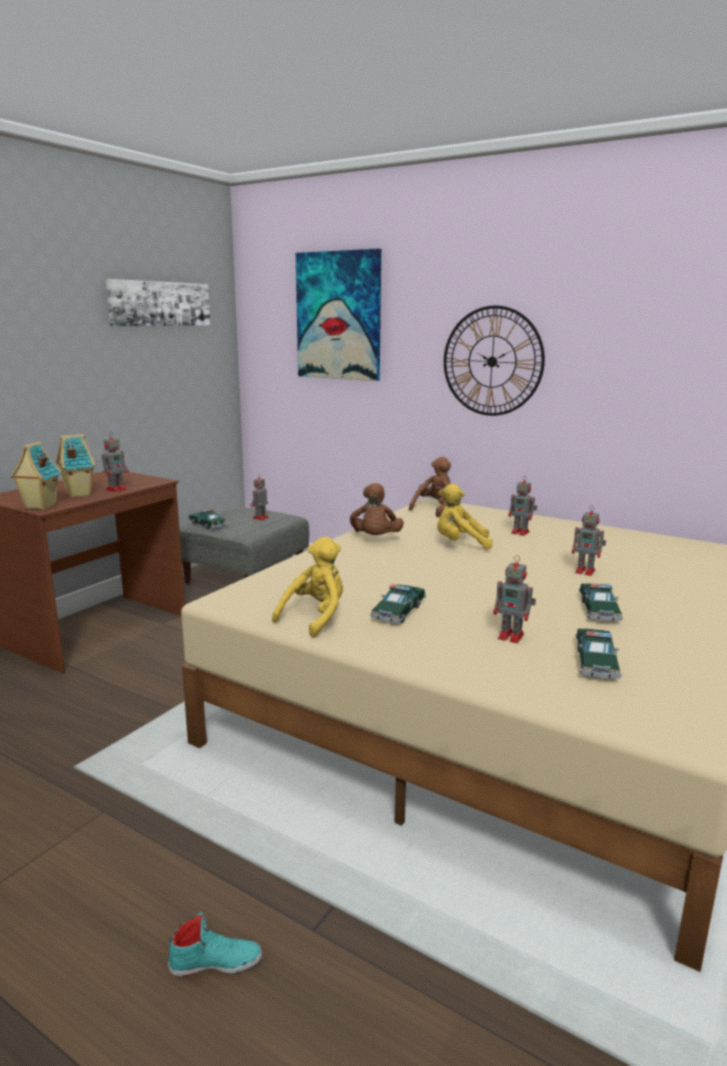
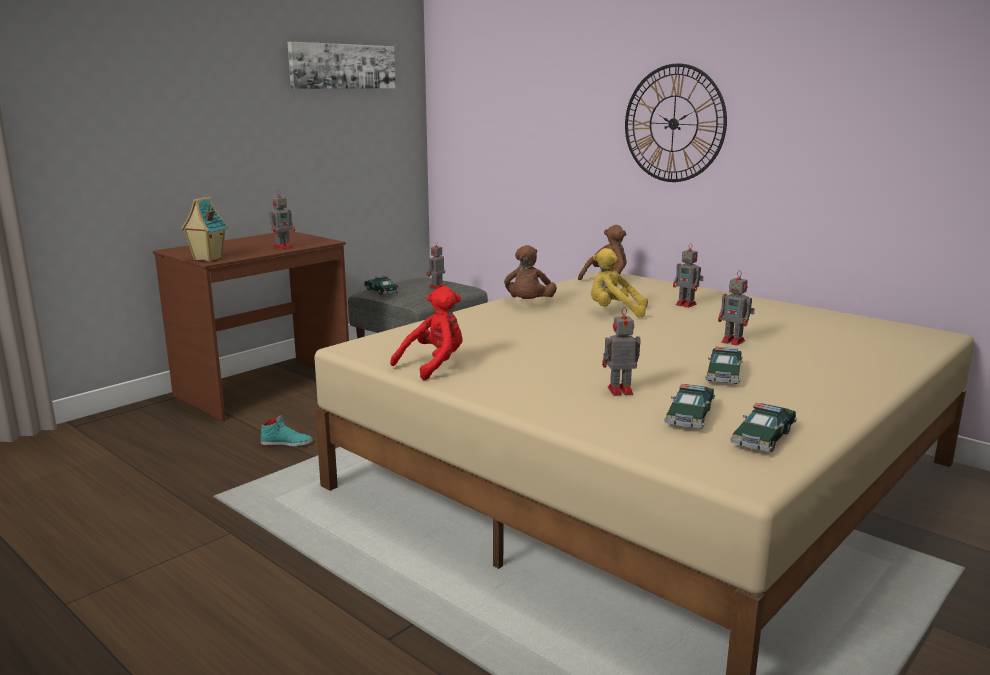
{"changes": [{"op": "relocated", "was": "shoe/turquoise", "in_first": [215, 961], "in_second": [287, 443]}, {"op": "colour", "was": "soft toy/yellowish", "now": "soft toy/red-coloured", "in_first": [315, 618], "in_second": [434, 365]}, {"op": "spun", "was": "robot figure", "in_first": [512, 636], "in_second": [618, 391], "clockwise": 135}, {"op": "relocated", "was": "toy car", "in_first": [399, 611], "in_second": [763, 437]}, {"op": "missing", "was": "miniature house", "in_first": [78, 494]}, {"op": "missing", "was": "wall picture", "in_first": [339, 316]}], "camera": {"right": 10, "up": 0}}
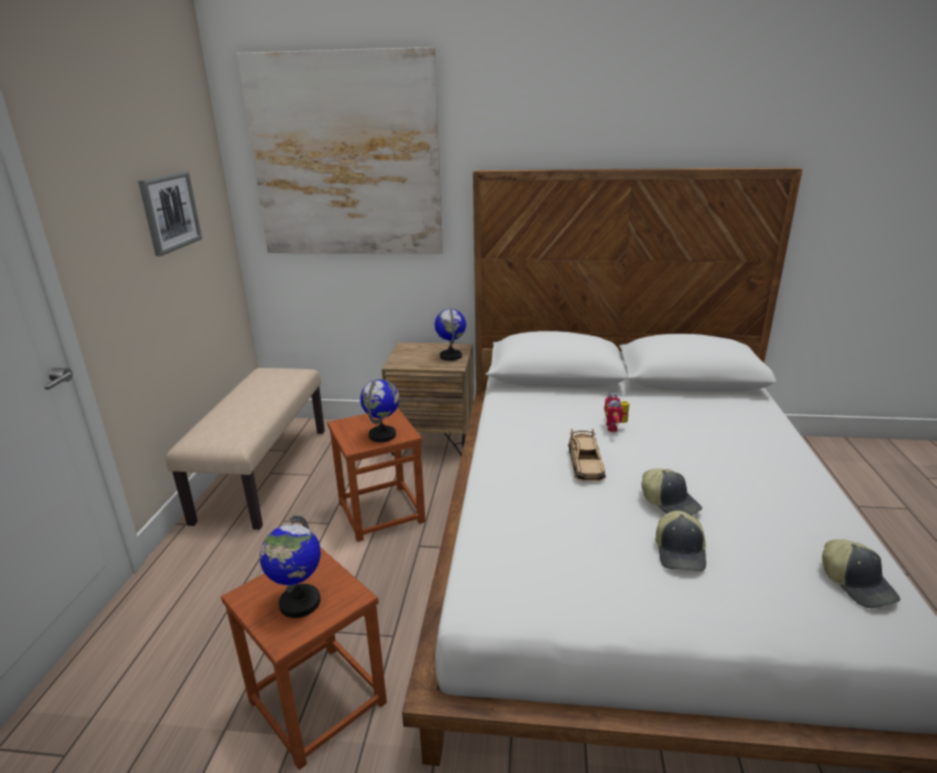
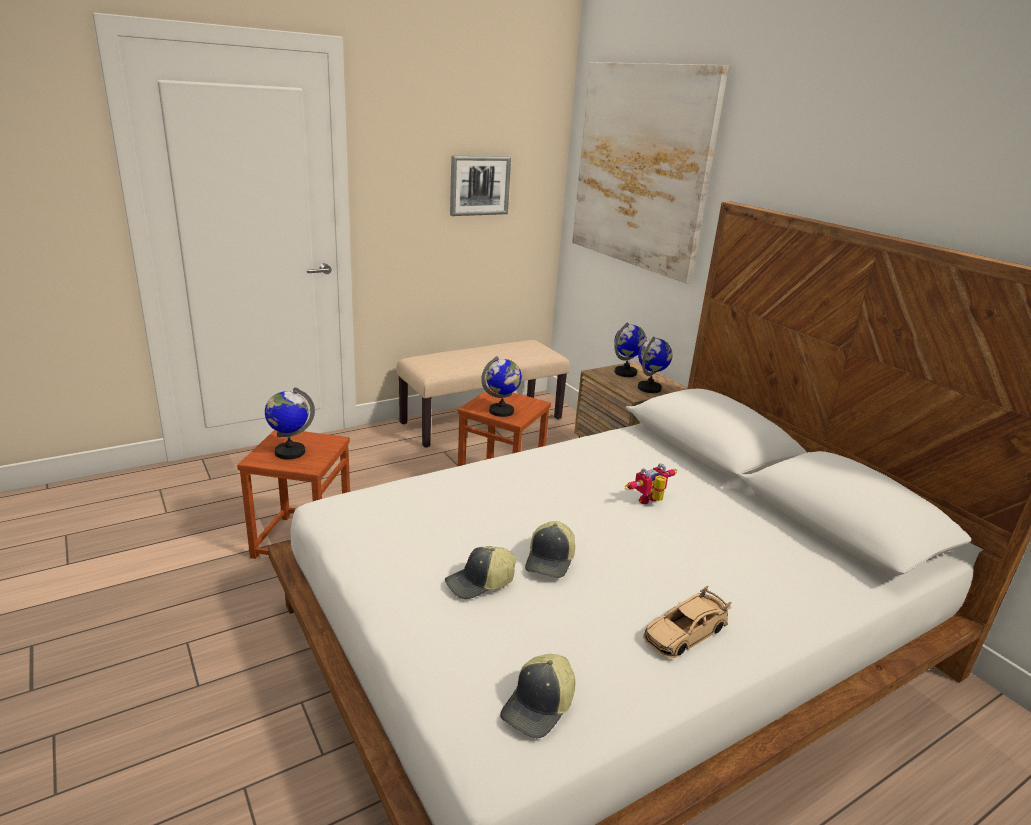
{"changes": [{"op": "appeared", "now": "desk globe", "in_second": [625, 373]}, {"op": "relocated", "was": "toy car/sand-coloured", "in_first": [585, 463], "in_second": [685, 632]}], "camera": {"right": 50, "up": 0}}
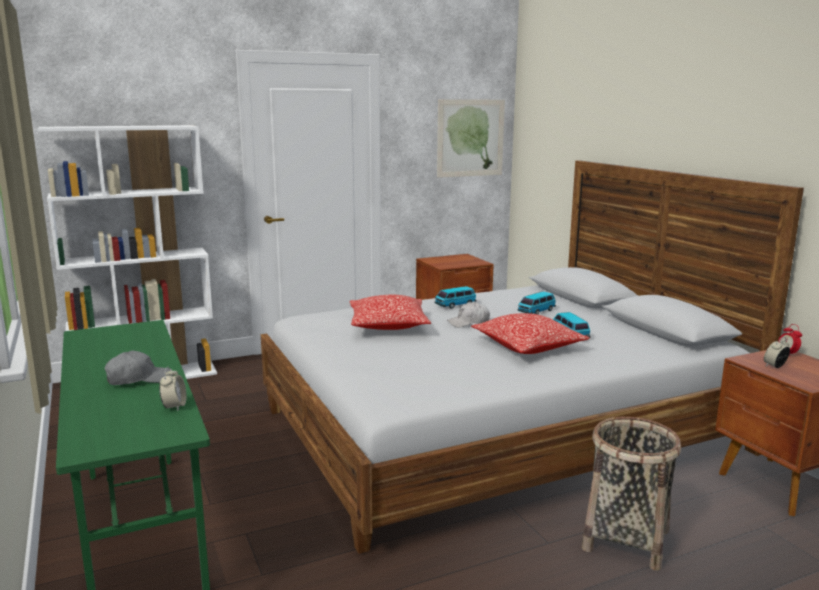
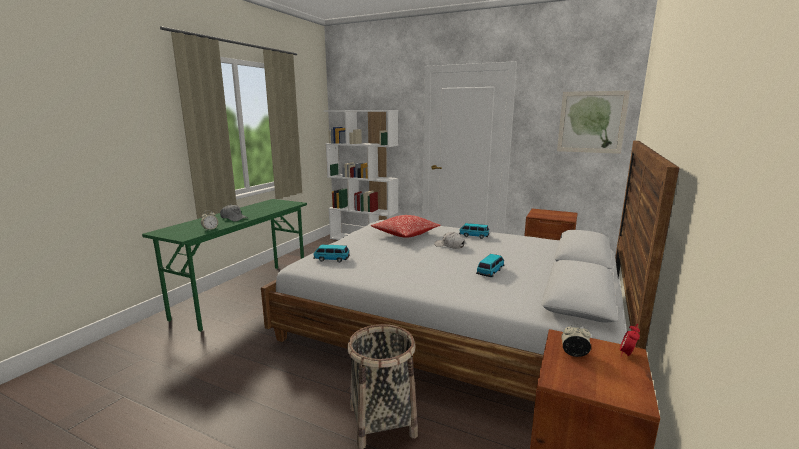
{"changes": [{"op": "relocated", "was": "toy car", "in_first": [536, 311], "in_second": [331, 259]}, {"op": "missing", "was": "cushion", "in_first": [528, 346]}], "camera": {"right": 50, "up": 0}}
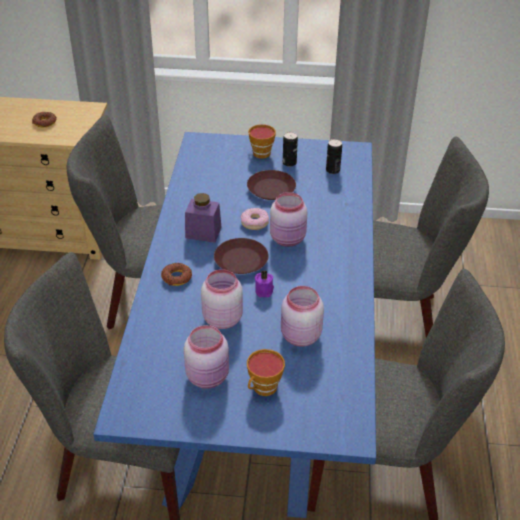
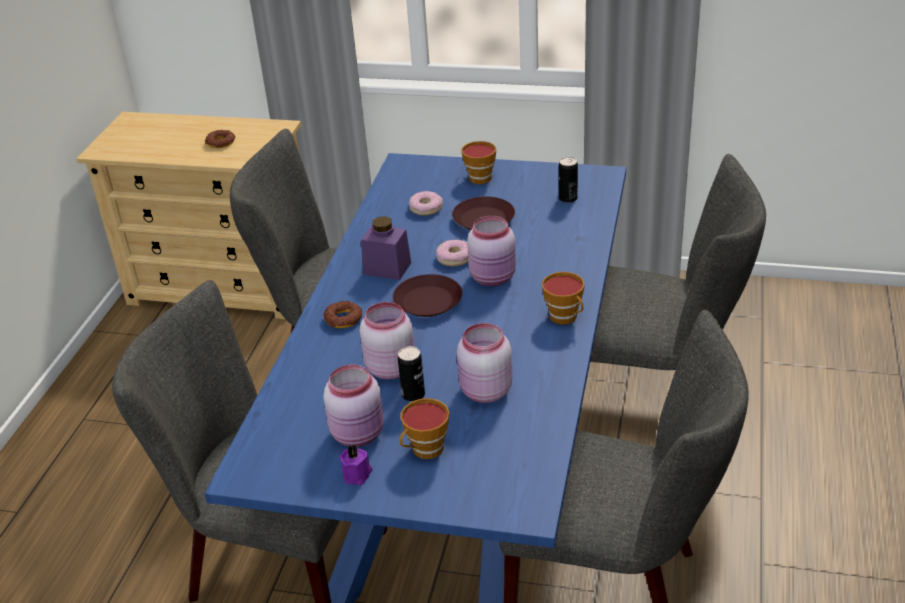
{"changes": [{"op": "relocated", "was": "candle/purple", "in_first": [265, 290], "in_second": [358, 474]}, {"op": "relocated", "was": "metal can", "in_first": [289, 163], "in_second": [413, 395]}, {"op": "appeared", "now": "ring doughnut", "in_second": [426, 208]}, {"op": "appeared", "now": "small cup", "in_second": [566, 317]}], "camera": {"right": 10, "up": -5}}
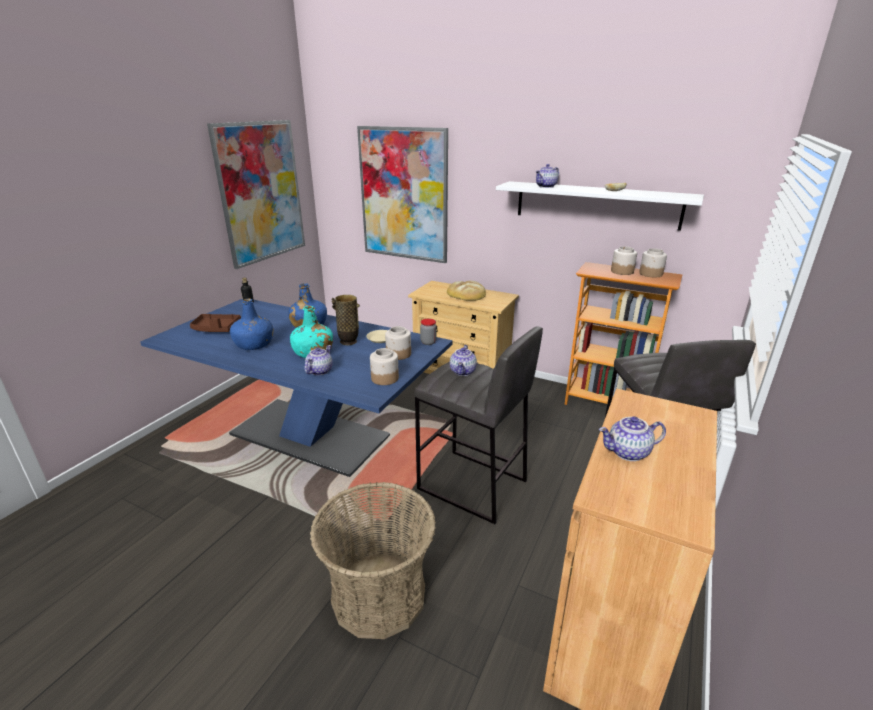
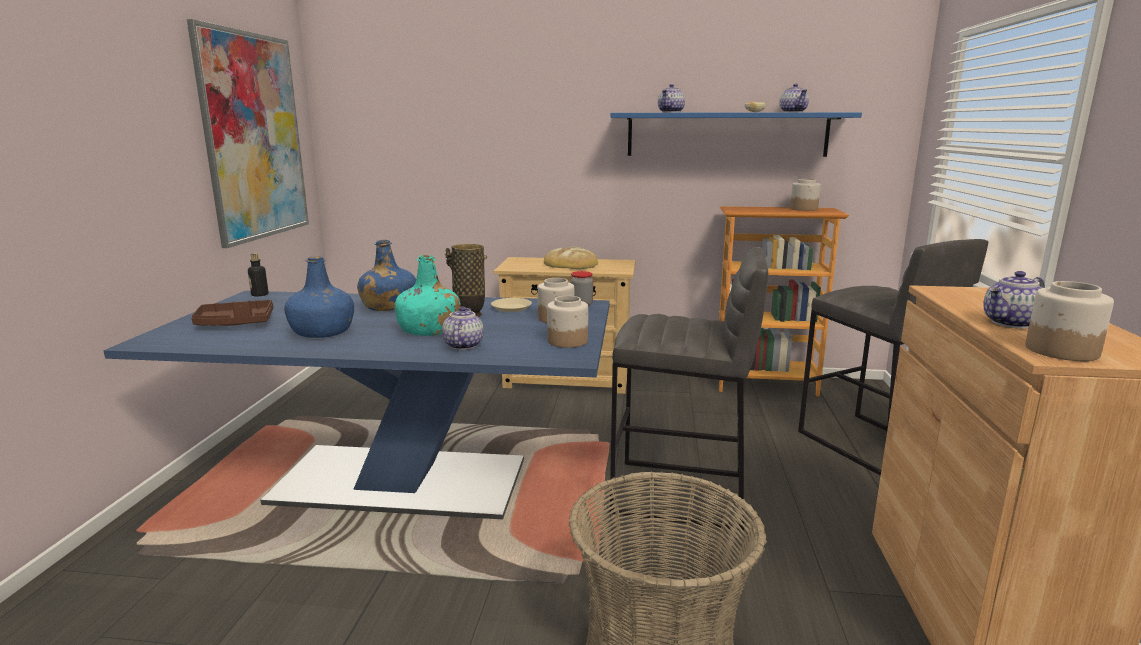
{"changes": [{"op": "colour", "was": "shelf/whitish", "now": "shelf/blue-coloured", "in_first": [596, 205], "in_second": [726, 134]}, {"op": "relocated", "was": "tea pot", "in_first": [463, 372], "in_second": [793, 112]}, {"op": "relocated", "was": "storage jar", "in_first": [622, 271], "in_second": [1060, 350]}, {"op": "missing", "was": "wall picture", "in_first": [403, 195]}], "camera": {"right": -20, "up": -10}}
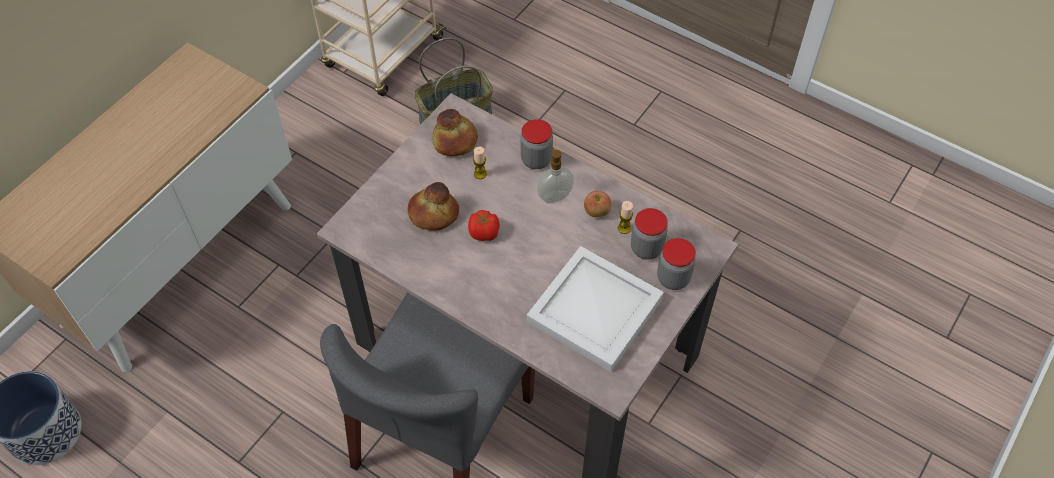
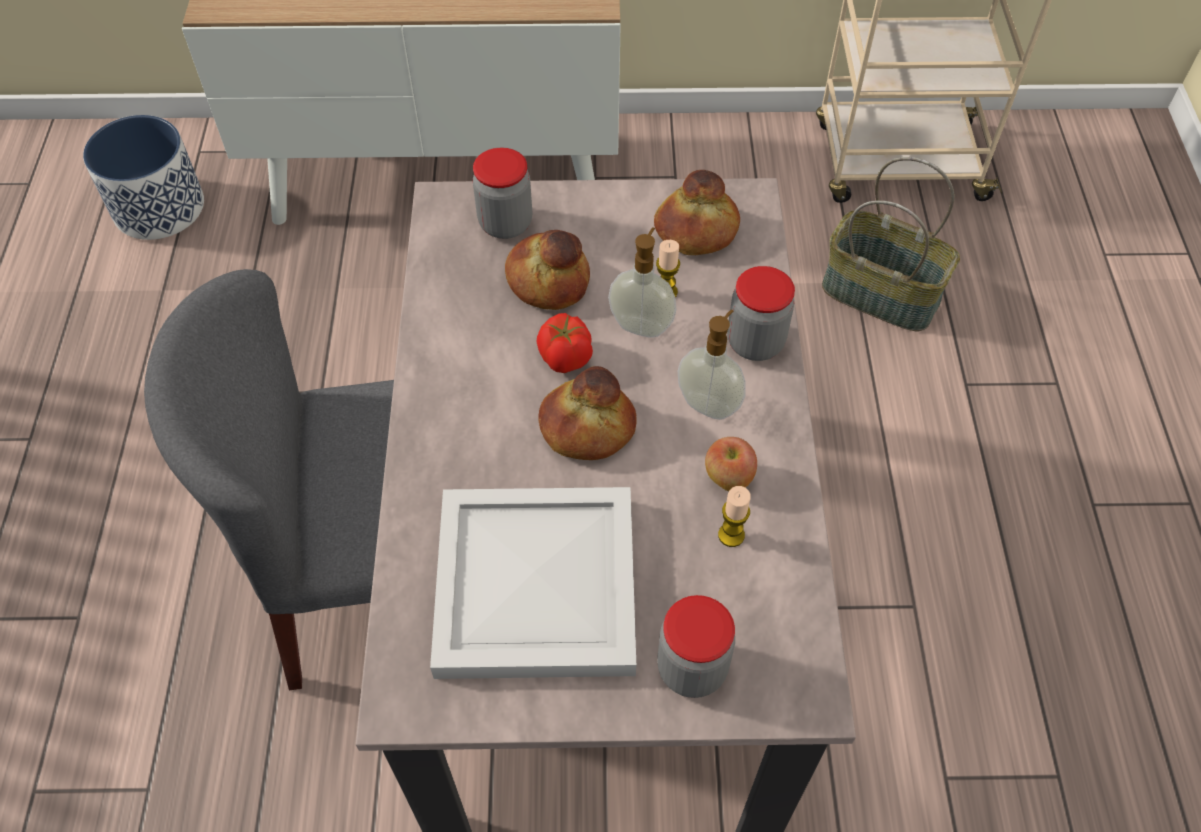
{"changes": [{"op": "relocated", "was": "storage jar", "in_first": [646, 248], "in_second": [505, 223]}, {"op": "appeared", "now": "baked bread", "in_second": [586, 427]}, {"op": "appeared", "now": "liquid soap bottle", "in_second": [641, 325]}], "camera": {"right": 55, "up": 0}}
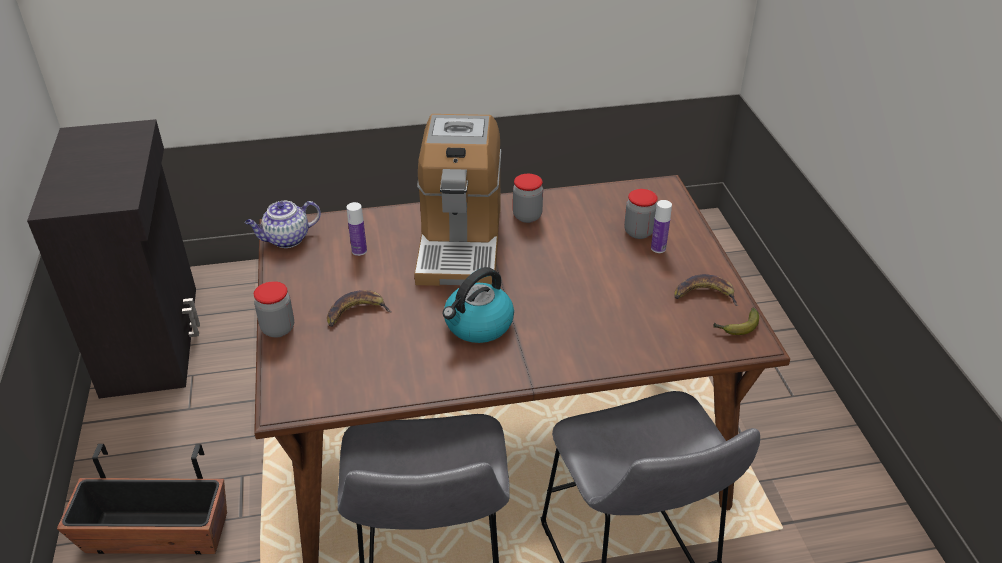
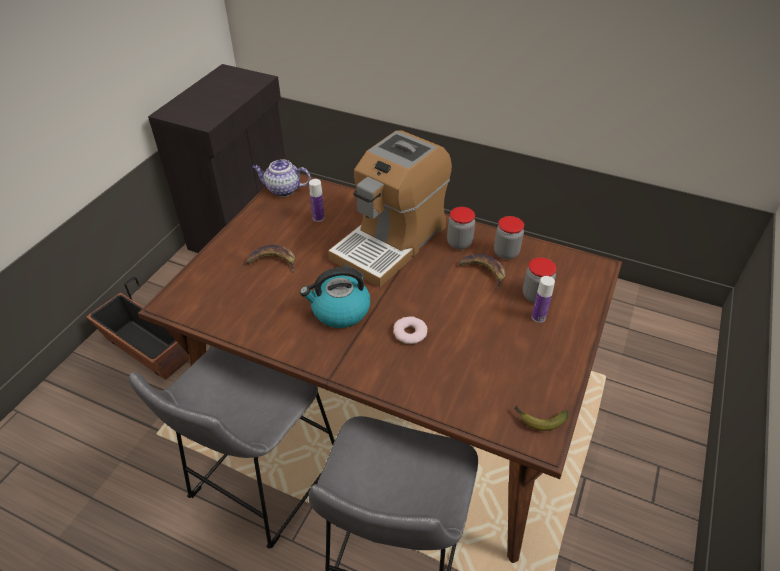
{"changes": [{"op": "appeared", "now": "ring doughnut", "in_second": [409, 333]}, {"op": "relocated", "was": "whole banana", "in_first": [704, 294], "in_second": [483, 271]}, {"op": "relocated", "was": "storage jar", "in_first": [278, 328], "in_second": [506, 253]}], "camera": {"right": 35, "up": 5}}
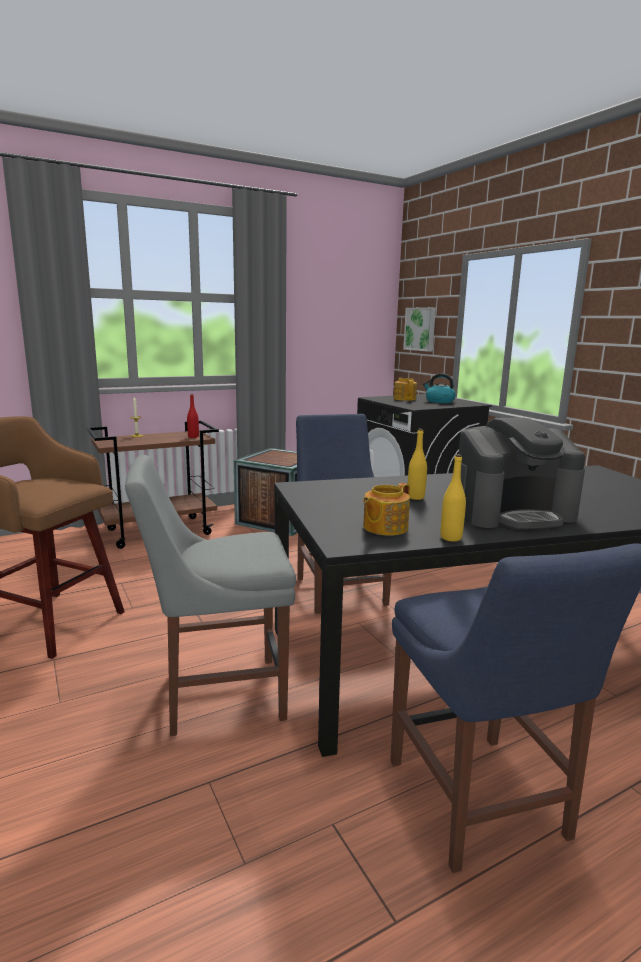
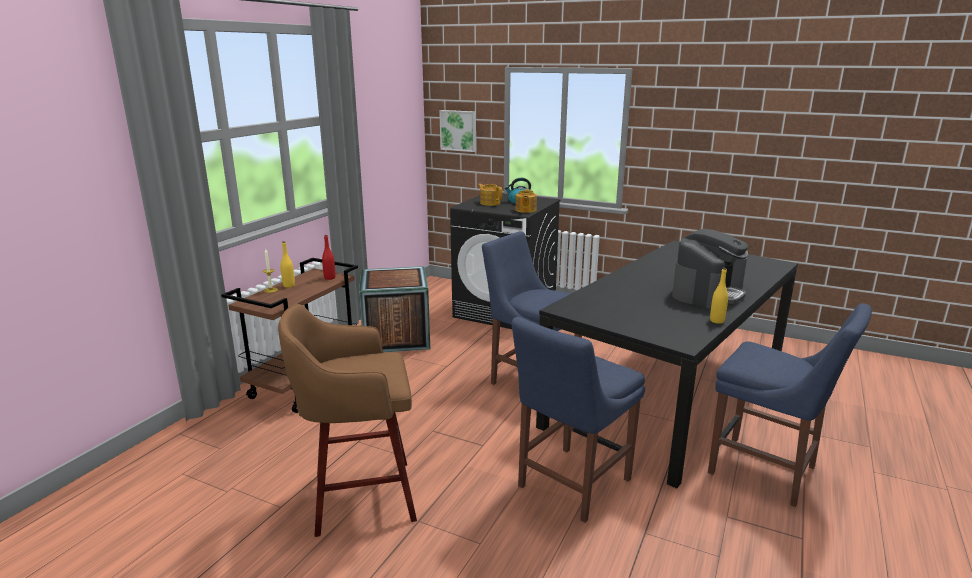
{"changes": [{"op": "relocated", "was": "drink bottle/yellowish", "in_first": [415, 497], "in_second": [289, 285]}, {"op": "colour", "was": "upright chair/greyish", "now": "upright chair/blue-coloured", "in_first": [217, 694], "in_second": [570, 485]}, {"op": "relocated", "was": "tea pot", "in_first": [384, 527], "in_second": [525, 210]}], "camera": {"right": -35, "up": 5}}
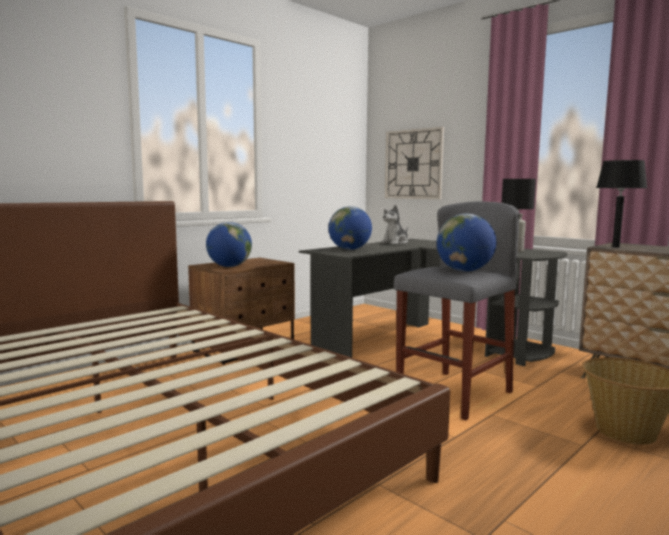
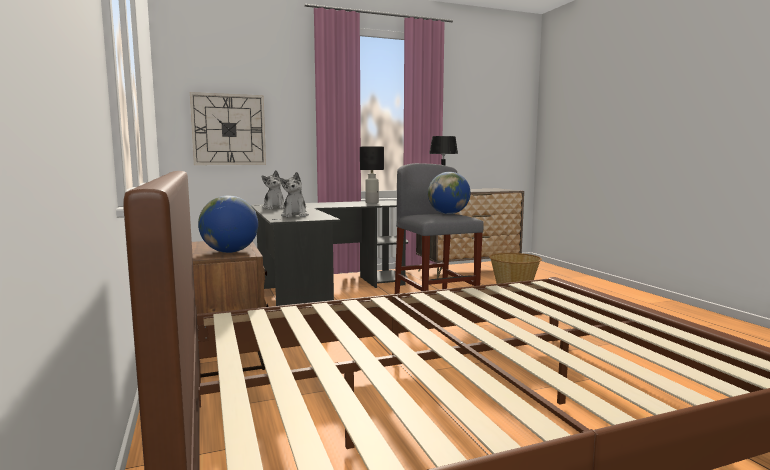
{"changes": [{"op": "exchanged", "was": "desk globe", "now": "soft toy", "in_first": [350, 249], "in_second": [295, 215]}], "camera": {"right": -65, "up": 0}}
